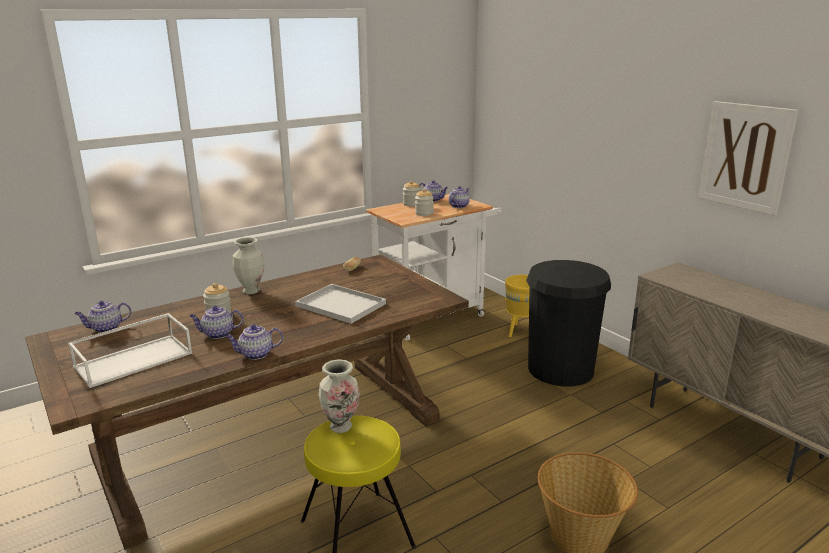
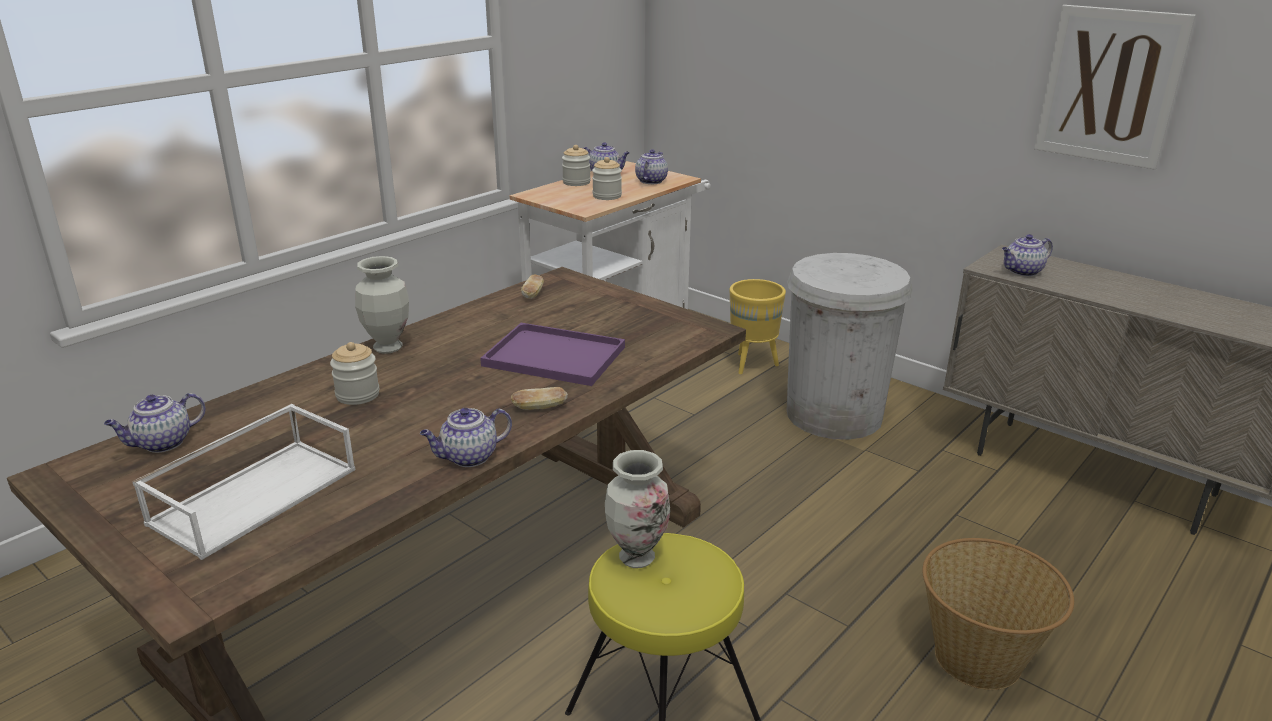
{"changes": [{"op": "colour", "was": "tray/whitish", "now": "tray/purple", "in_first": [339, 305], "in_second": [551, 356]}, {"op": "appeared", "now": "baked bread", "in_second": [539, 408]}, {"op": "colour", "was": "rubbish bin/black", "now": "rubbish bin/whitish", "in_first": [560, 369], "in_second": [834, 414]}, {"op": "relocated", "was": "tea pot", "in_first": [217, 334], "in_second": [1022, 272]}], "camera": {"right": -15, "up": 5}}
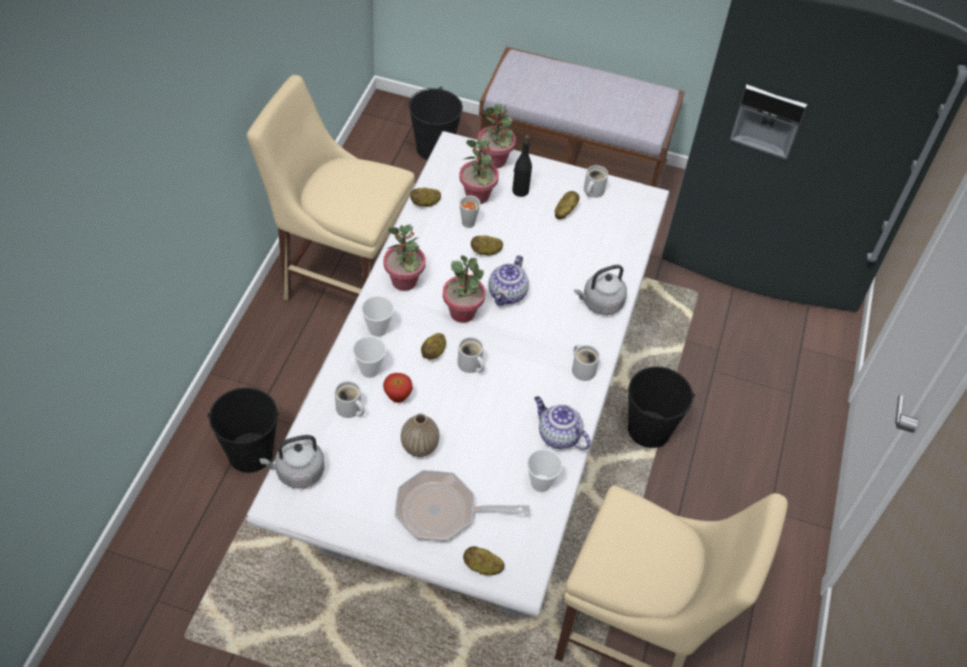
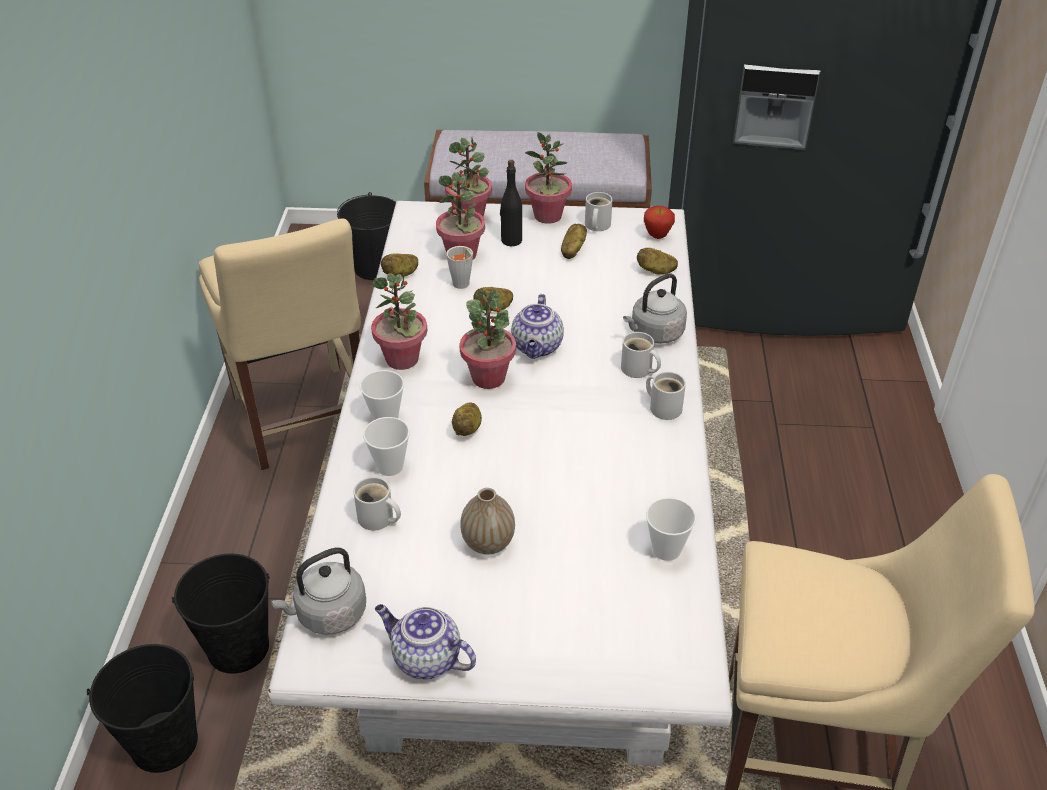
{"changes": [{"op": "relocated", "was": "water bucket/black", "in_first": [648, 430], "in_second": [164, 742]}, {"op": "spun", "was": "upright chair/sand-coloured", "in_first": [340, 279], "in_second": [302, 421], "clockwise": -120}, {"op": "relocated", "was": "tea pot", "in_first": [557, 435], "in_second": [425, 659]}, {"op": "appeared", "now": "potted plant", "in_second": [548, 216]}, {"op": "relocated", "was": "mug/whitish", "in_first": [470, 365], "in_second": [638, 370]}, {"op": "relocated", "was": "whole potato", "in_first": [482, 567], "in_second": [656, 271]}, {"op": "relocated", "was": "apple fruit", "in_first": [397, 398], "in_second": [657, 236]}, {"op": "missing", "was": "pan", "in_first": [443, 511]}], "camera": {"right": -10, "up": -10}}
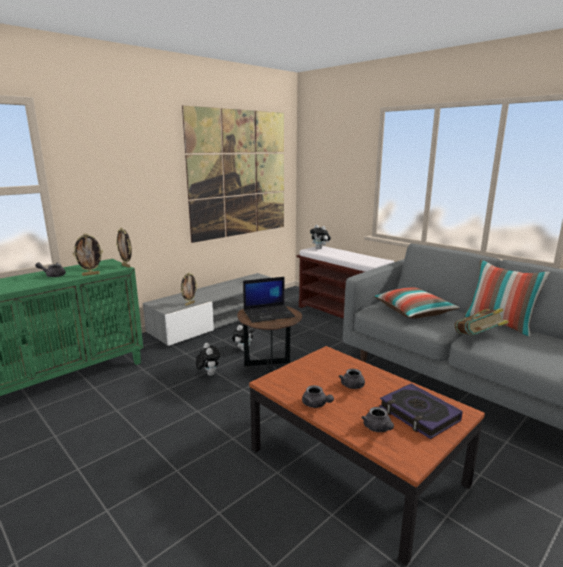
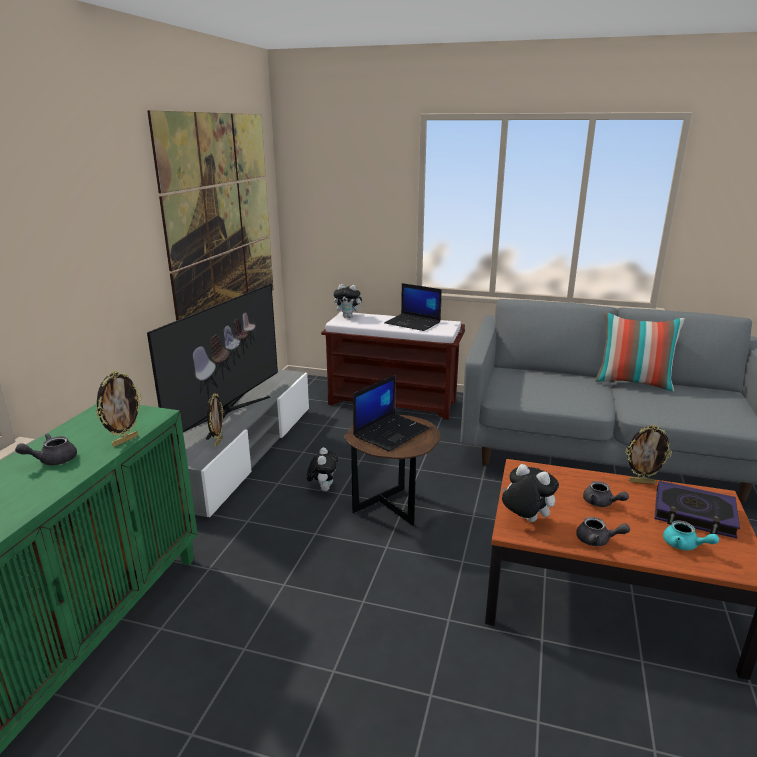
{"changes": [{"op": "appeared", "now": "TV set", "in_second": [227, 414]}, {"op": "appeared", "now": "notebook computer", "in_second": [413, 323]}, {"op": "relocated", "was": "soft toy", "in_first": [208, 374], "in_second": [525, 520]}, {"op": "relocated", "was": "picture frame", "in_first": [126, 266], "in_second": [641, 482]}, {"op": "colour", "was": "tea pot/greyish", "now": "tea pot/turquoise", "in_first": [378, 429], "in_second": [684, 545]}, {"op": "missing", "was": "cushion", "in_first": [413, 312]}, {"op": "missing", "was": "volume", "in_first": [477, 339]}], "camera": {"right": -30, "up": 5}}
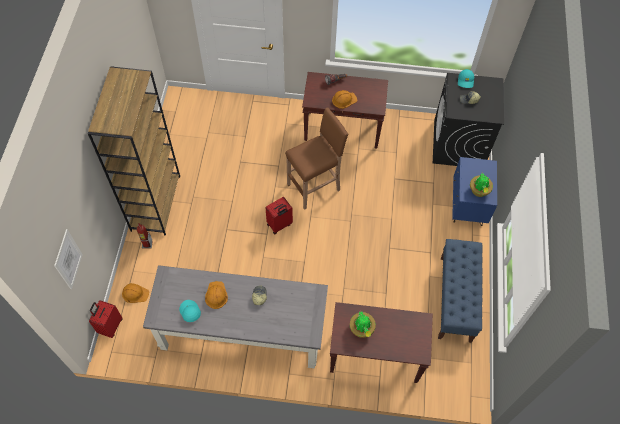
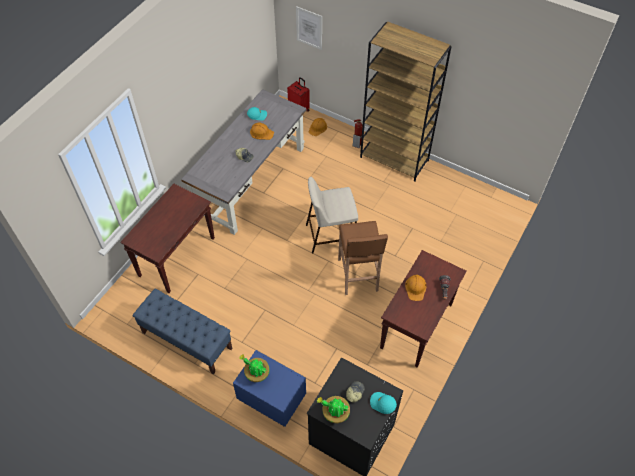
{"changes": [{"op": "exchanged", "was": "piece of luggage/red-coloured", "now": "stool/sand-coloured", "in_first": [279, 225], "in_second": [331, 235]}, {"op": "relocated", "was": "potted plant", "in_first": [362, 329], "in_second": [334, 413]}], "camera": {"right": 115, "up": -5}}
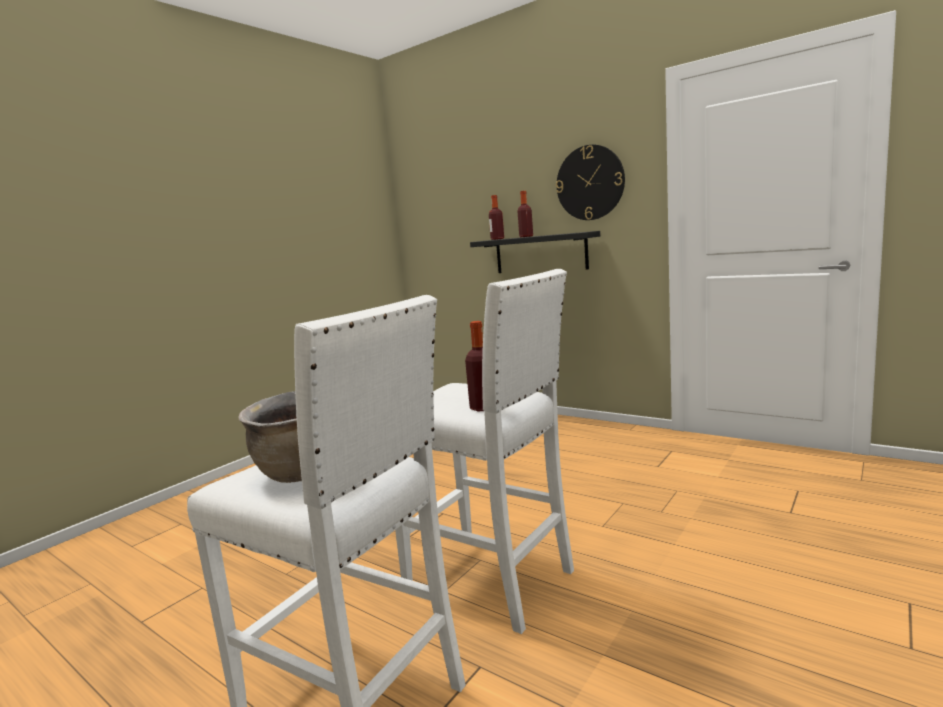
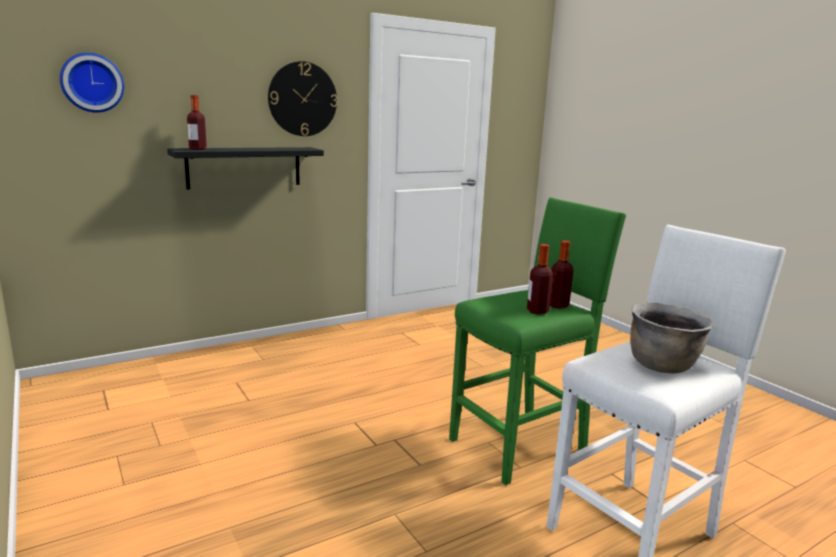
{"changes": [{"op": "appeared", "now": "wall clock", "in_second": [92, 83]}, {"op": "colour", "was": "stool/whitish", "now": "stool/green-coloured", "in_first": [492, 581], "in_second": [521, 445]}, {"op": "relocated", "was": "drink bottle", "in_first": [526, 236], "in_second": [537, 311]}], "camera": {"right": -70, "up": 5}}
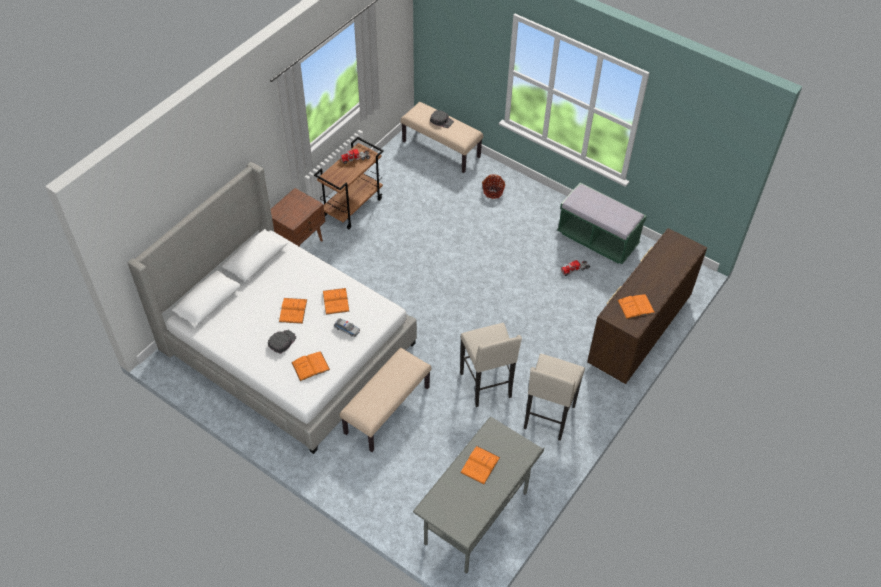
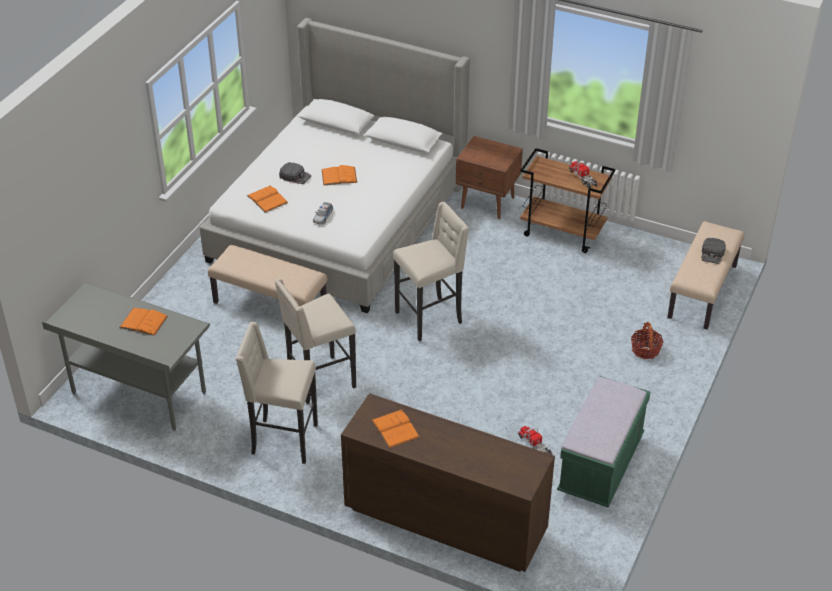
{"changes": [{"op": "appeared", "now": "stool/sand-coloured", "in_second": [430, 318]}, {"op": "missing", "was": "volume/orangey", "in_first": [336, 301]}], "camera": {"right": 80, "up": -10}}
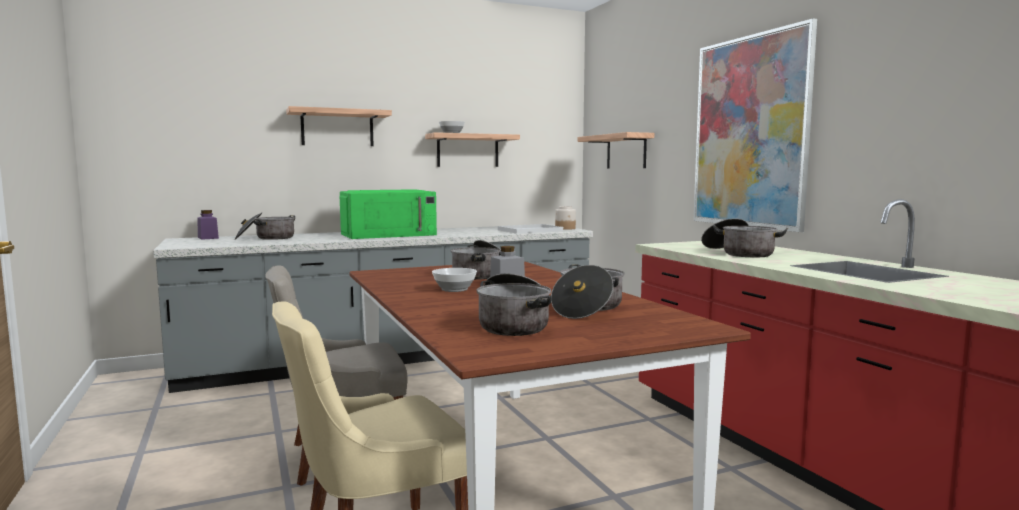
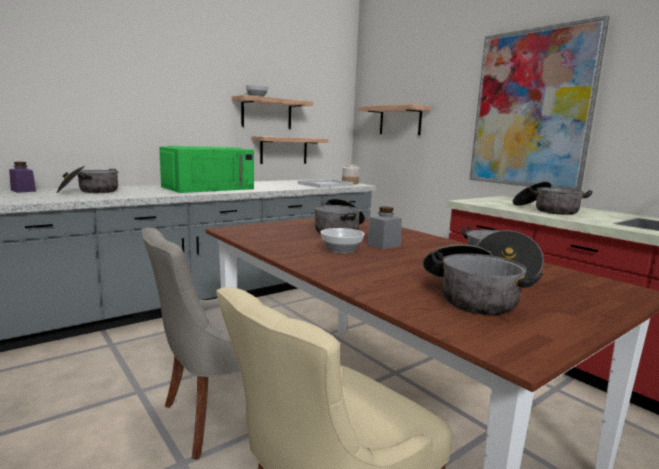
{"changes": [{"op": "relocated", "was": "shelf", "in_first": [337, 128], "in_second": [284, 150]}], "camera": {"right": -15, "up": 5}}
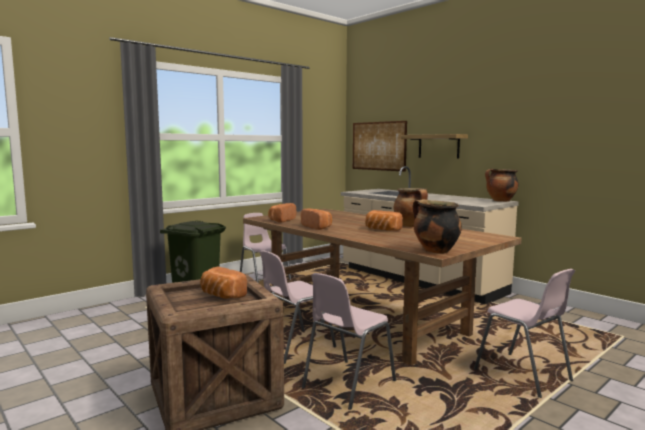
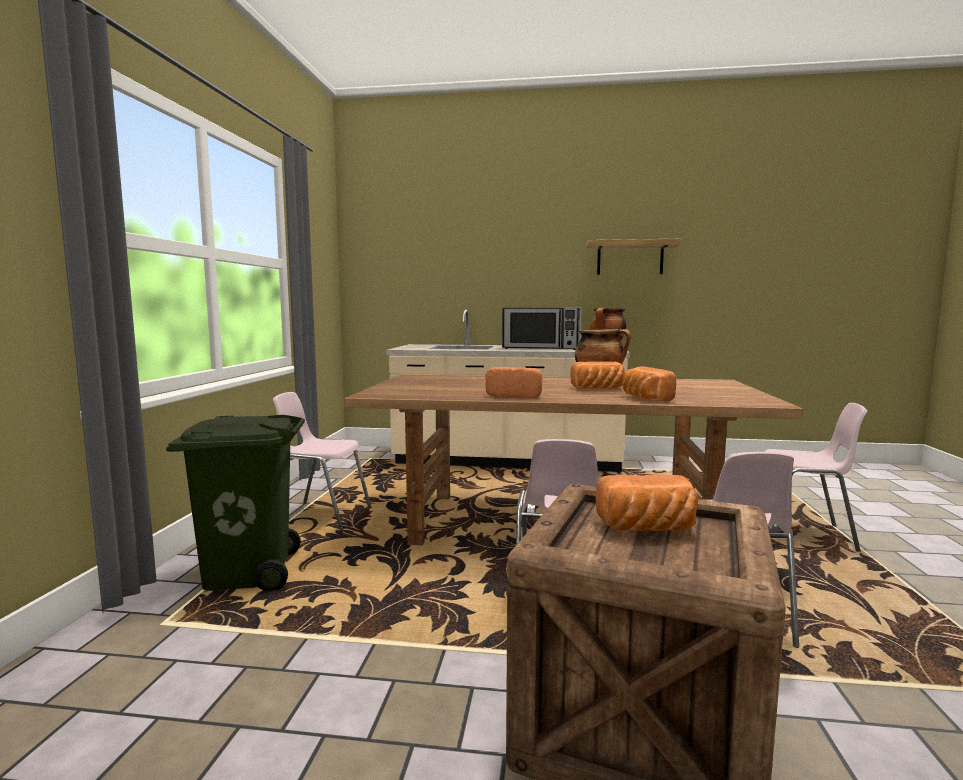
{"changes": [{"op": "appeared", "now": "microwave", "in_second": [542, 348]}, {"op": "relocated", "was": "shelf", "in_first": [438, 146], "in_second": [630, 258]}, {"op": "relocated", "was": "baked bread", "in_first": [281, 220], "in_second": [644, 398]}, {"op": "missing", "was": "wall picture", "in_first": [378, 146]}, {"op": "missing", "was": "stockpot", "in_first": [434, 251]}], "camera": {"right": -40, "up": 0}}
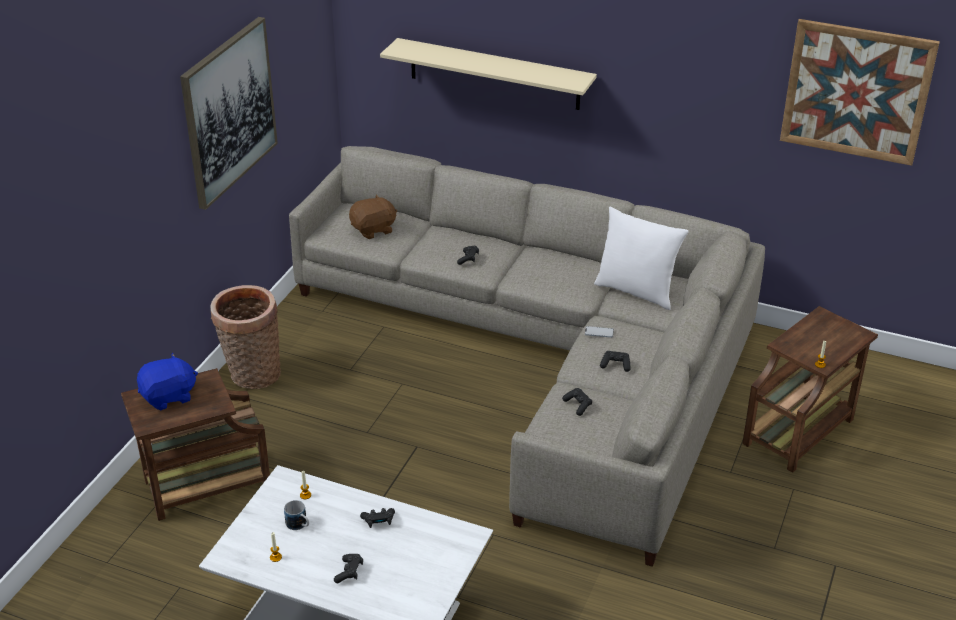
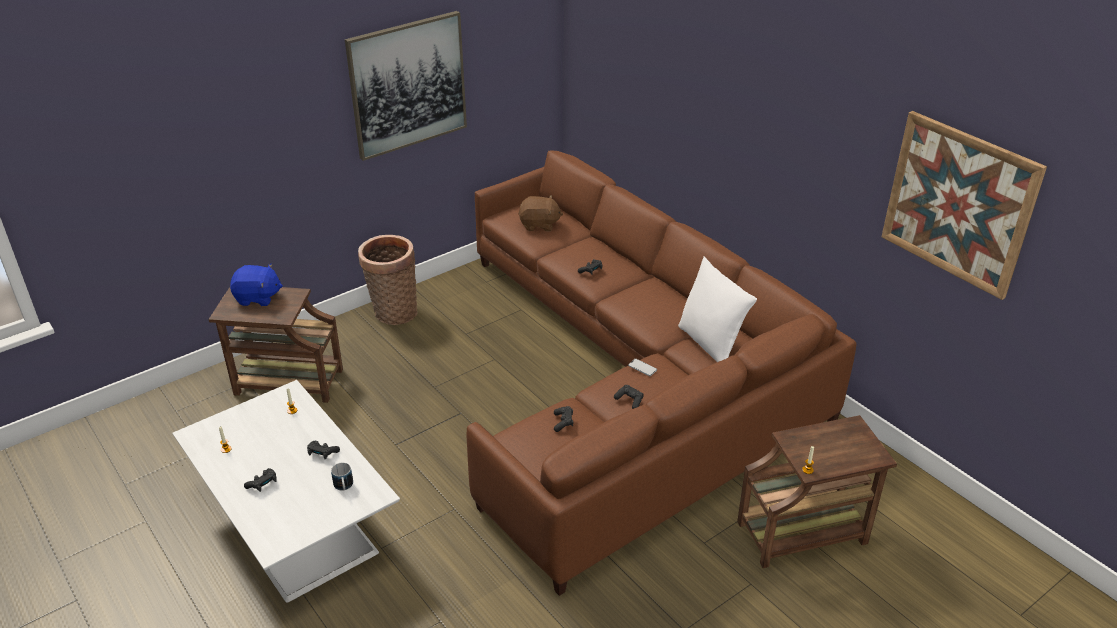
{"changes": [{"op": "relocated", "was": "mug", "in_first": [299, 525], "in_second": [344, 487]}, {"op": "colour", "was": "sofa/greyish", "now": "sofa/brownish", "in_first": [549, 357], "in_second": [630, 381]}, {"op": "missing", "was": "shelf/sand-coloured", "in_first": [494, 74]}], "camera": {"right": 30, "up": 0}}
